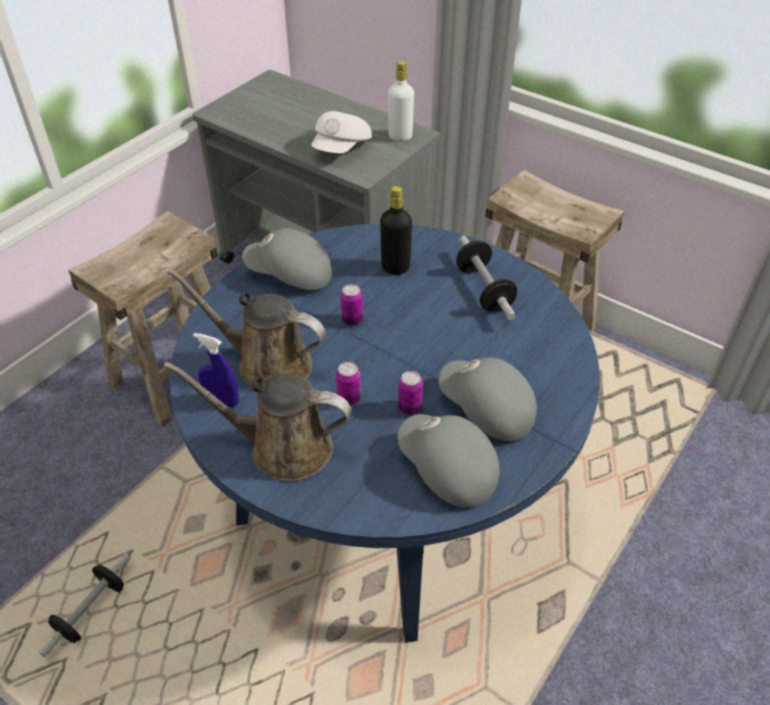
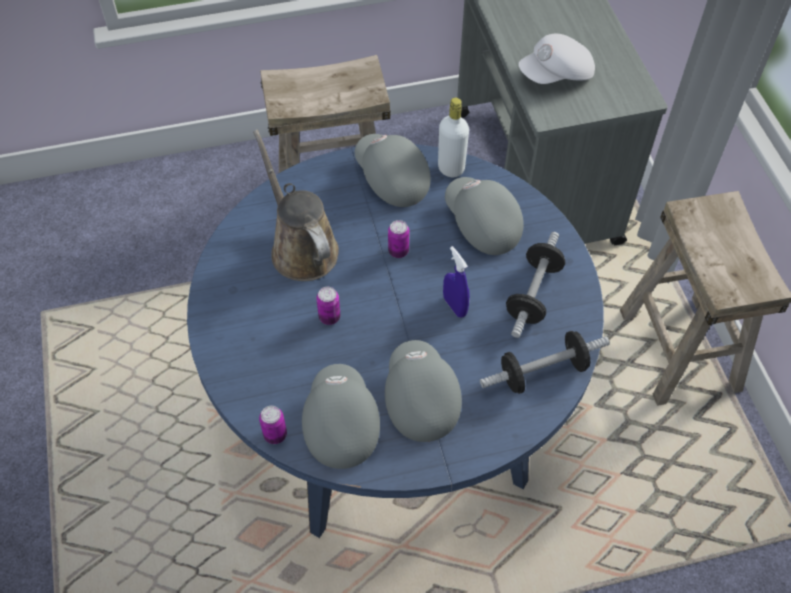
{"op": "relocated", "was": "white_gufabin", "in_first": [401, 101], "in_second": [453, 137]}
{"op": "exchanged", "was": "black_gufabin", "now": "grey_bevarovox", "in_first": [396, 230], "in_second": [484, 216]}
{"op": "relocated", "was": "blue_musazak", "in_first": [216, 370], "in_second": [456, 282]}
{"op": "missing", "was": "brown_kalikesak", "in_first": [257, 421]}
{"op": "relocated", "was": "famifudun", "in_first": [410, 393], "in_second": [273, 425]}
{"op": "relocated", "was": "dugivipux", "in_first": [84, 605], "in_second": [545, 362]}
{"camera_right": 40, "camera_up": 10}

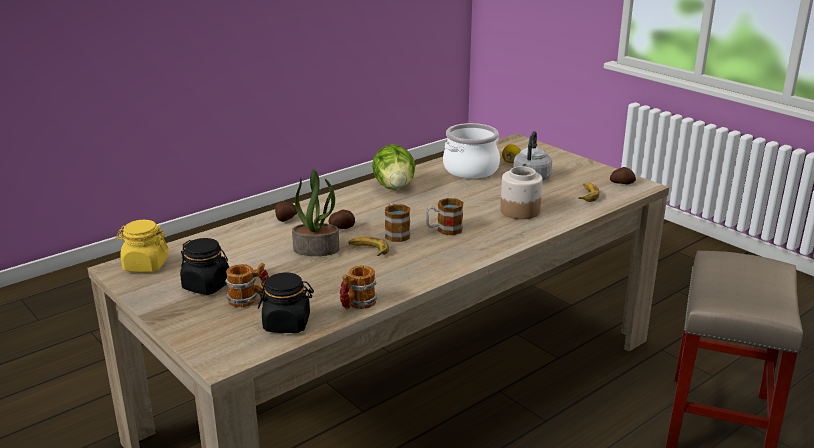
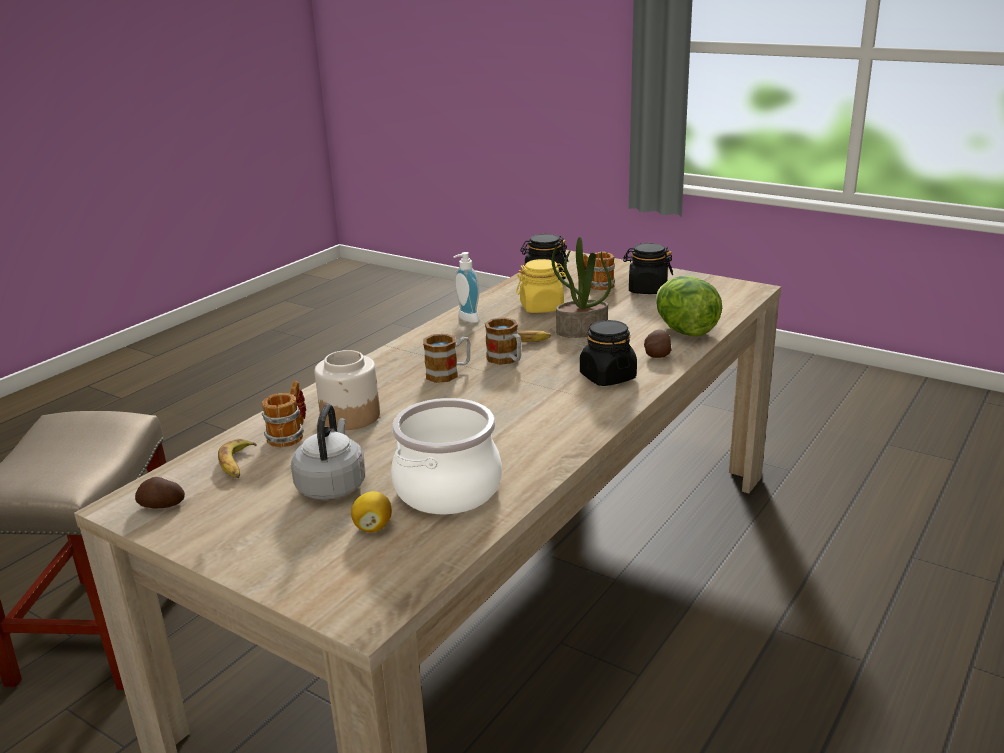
{"op": "relocated", "was": "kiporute", "in_first": [393, 167], "in_second": [689, 306]}
{"op": "missing", "was": "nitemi", "in_first": [342, 219]}
{"op": "relocated", "was": "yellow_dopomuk", "in_first": [142, 246], "in_second": [541, 286]}
{"op": "relocated", "was": "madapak", "in_first": [358, 287], "in_second": [284, 414]}
{"op": "appeared", "now": "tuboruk", "in_second": [466, 287]}
{"op": "appeared", "now": "black_dopomuk", "in_second": [608, 353]}
{"camera_right": 165, "camera_up": 0}

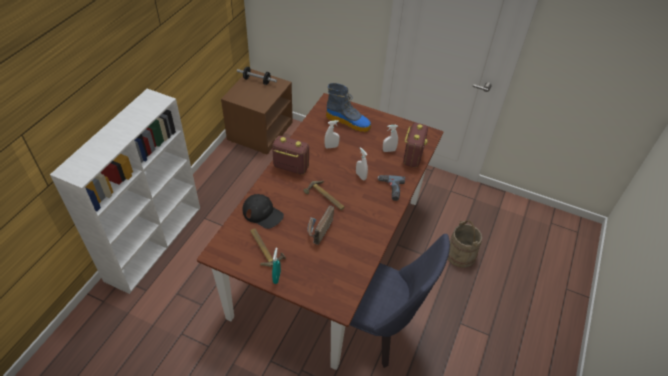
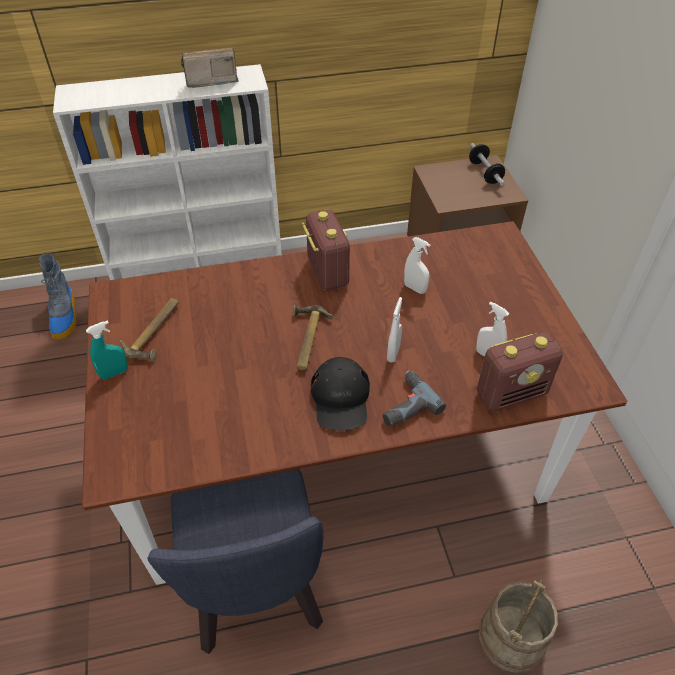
{"op": "relocated", "was": "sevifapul", "in_first": [348, 107], "in_second": [58, 296]}
{"op": "relocated", "was": "black_bevarovox", "in_first": [263, 211], "in_second": [340, 394]}
{"op": "relocated", "was": "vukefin", "in_first": [320, 225], "in_second": [210, 68]}
{"camera_right": 55, "camera_up": 0}

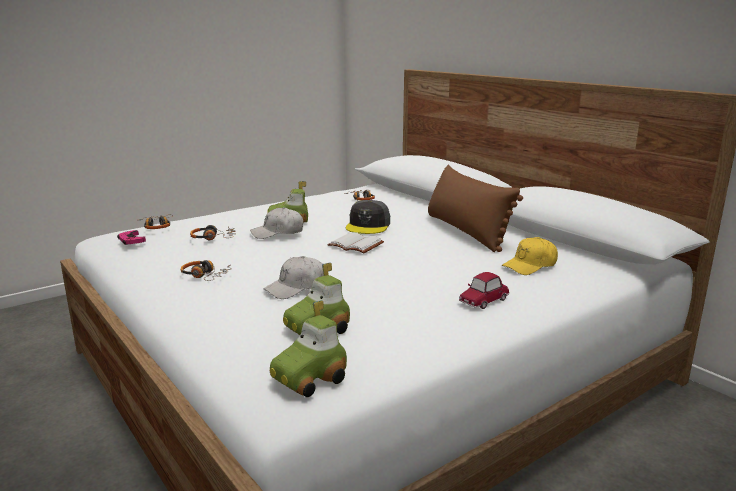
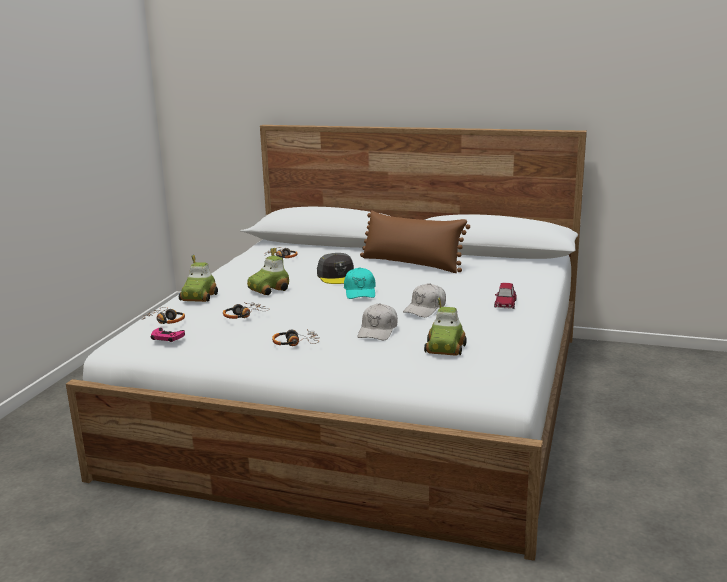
{"op": "relocated", "was": "white_bevarovox", "in_first": [276, 223], "in_second": [424, 300]}
{"op": "exchanged", "was": "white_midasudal", "now": "turquoise_bevarovox", "in_first": [355, 242], "in_second": [359, 283]}
{"op": "missing", "was": "yellow_bevarovox", "in_first": [530, 256]}
{"op": "relocated", "was": "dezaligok", "in_first": [308, 348], "in_second": [198, 278]}
{"camera_right": -35, "camera_up": 0}

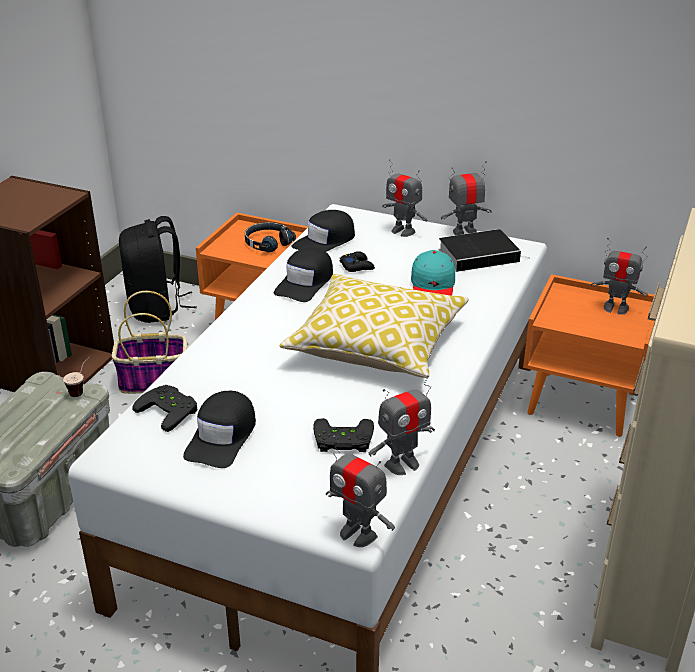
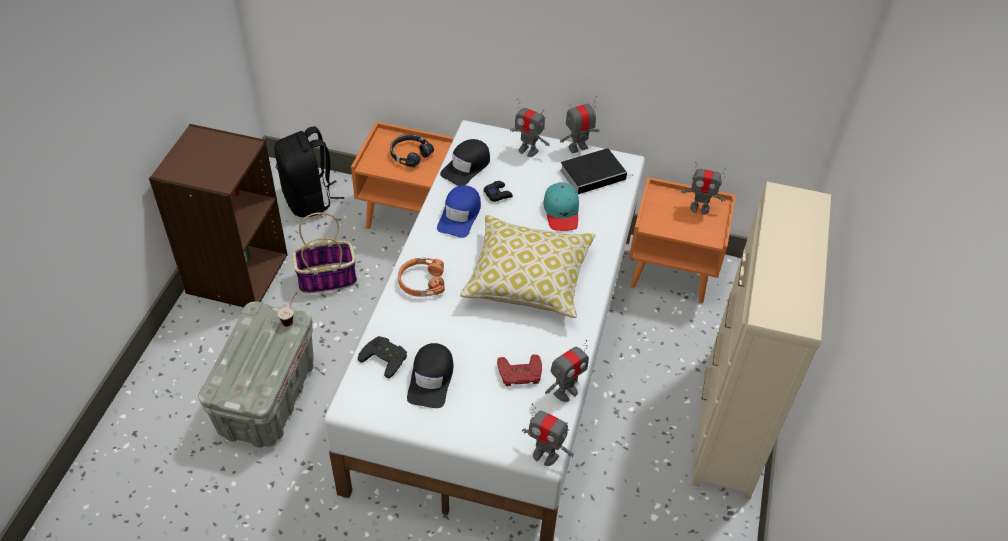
{"op": "colour", "was": "black_bevarovox", "now": "blue_bevarovox", "in_first": [303, 274], "in_second": [459, 211]}
{"op": "colour", "was": "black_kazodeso", "now": "red_kazodeso", "in_first": [343, 435], "in_second": [519, 370]}
{"op": "appeared", "now": "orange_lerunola", "in_second": [421, 277]}
{"camera_right": -10, "camera_up": 15}

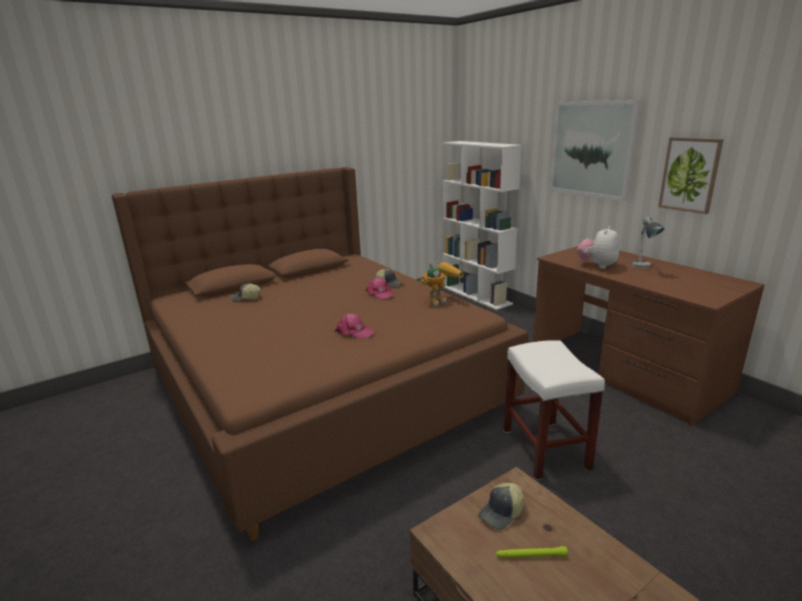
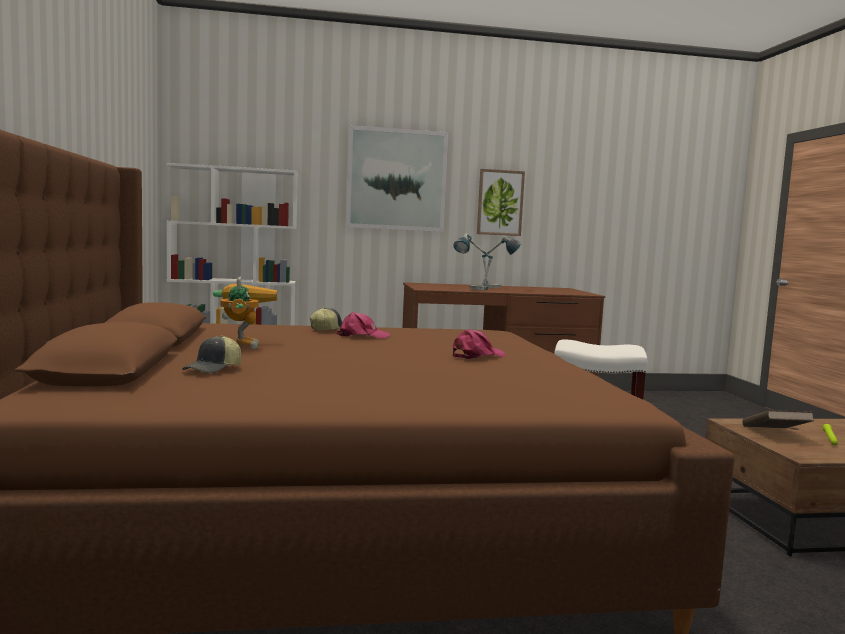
{"op": "exchanged", "was": "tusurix", "now": "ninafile", "in_first": [598, 247], "in_second": [473, 261]}
{"op": "relocated", "was": "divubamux", "in_first": [442, 283], "in_second": [245, 313]}
{"op": "exchanged", "was": "bevarovox", "now": "brown_midasudal", "in_first": [501, 506], "in_second": [778, 419]}
{"camera_right": -65, "camera_up": -15}

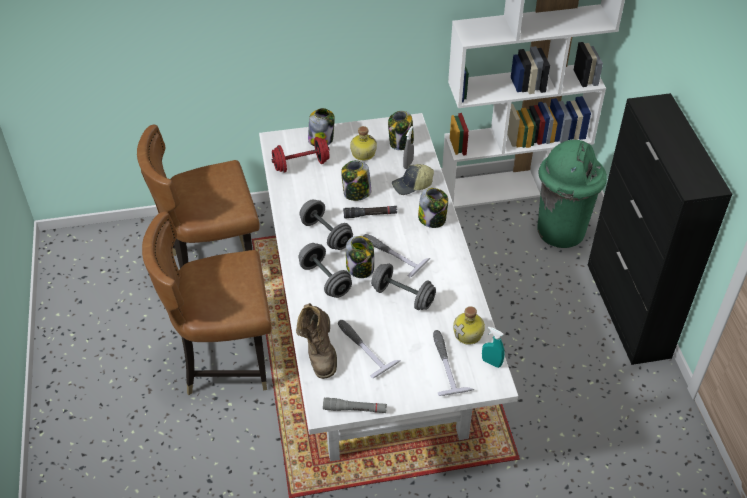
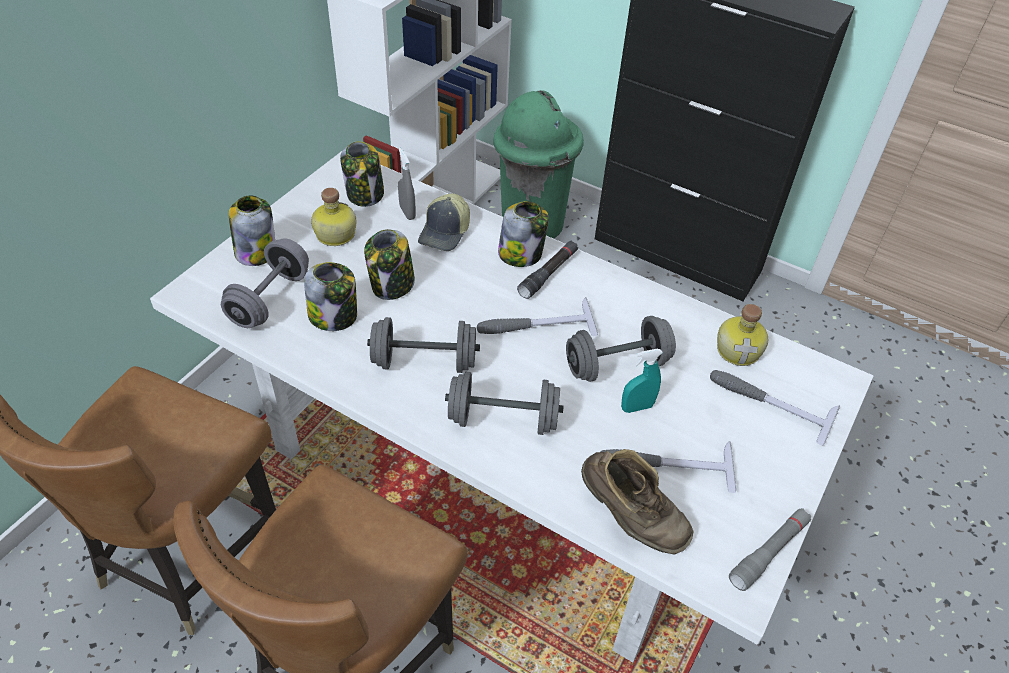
{"op": "colour", "was": "red_dugivipux", "now": "grey_dugivipux", "in_first": [301, 155], "in_second": [265, 283]}
{"op": "relocated", "was": "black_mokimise", "in_first": [370, 212], "in_second": [547, 270]}
{"op": "relocated", "was": "dopomuk", "in_first": [360, 257], "in_second": [330, 296]}
{"op": "relocated", "was": "turquoise_musazak", "in_first": [493, 347], "in_second": [642, 381]}
{"camera_right": -50, "camera_up": 0}

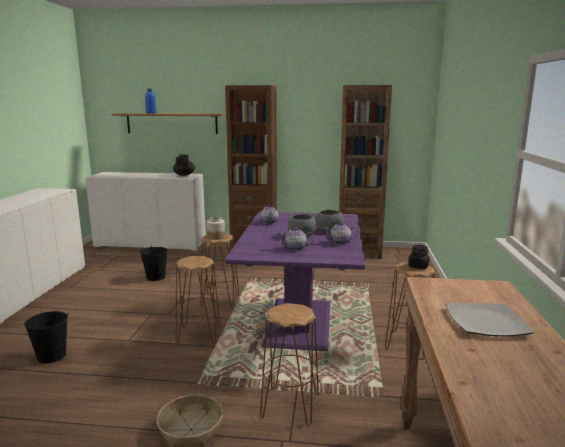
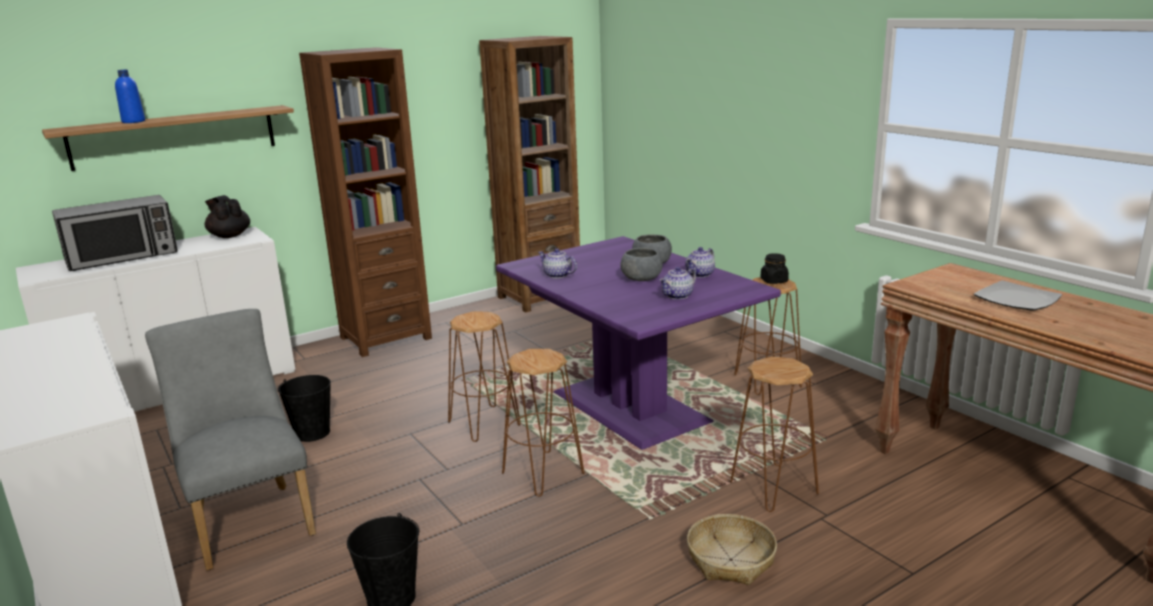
{"op": "missing", "was": "dopomuk", "in_first": [216, 228]}
{"op": "appeared", "now": "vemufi", "in_second": [115, 233]}
{"op": "appeared", "now": "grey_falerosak", "in_second": [230, 440]}
{"camera_right": -40, "camera_up": 5}

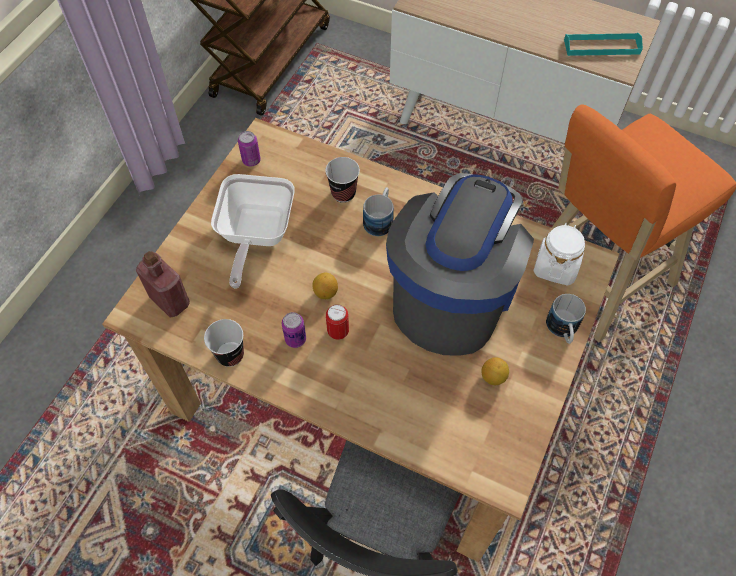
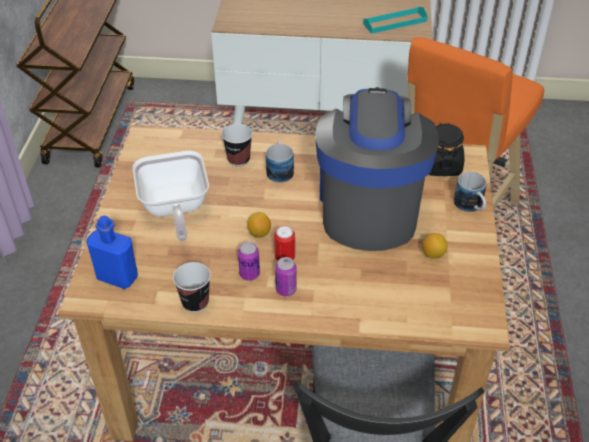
{"op": "relocated", "was": "famifudun", "in_first": [249, 149], "in_second": [286, 276]}
{"op": "colour", "was": "white_dopomuk", "now": "black_dopomuk", "in_first": [559, 254], "in_second": [447, 149]}
{"op": "colour", "was": "red_gufabin", "now": "blue_gufabin", "in_first": [163, 284], "in_second": [112, 252]}
{"camera_right": -20, "camera_up": -15}

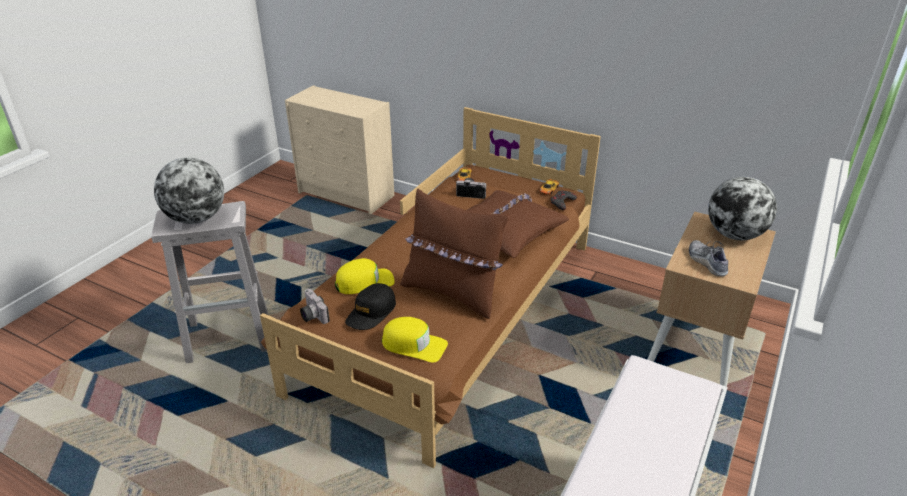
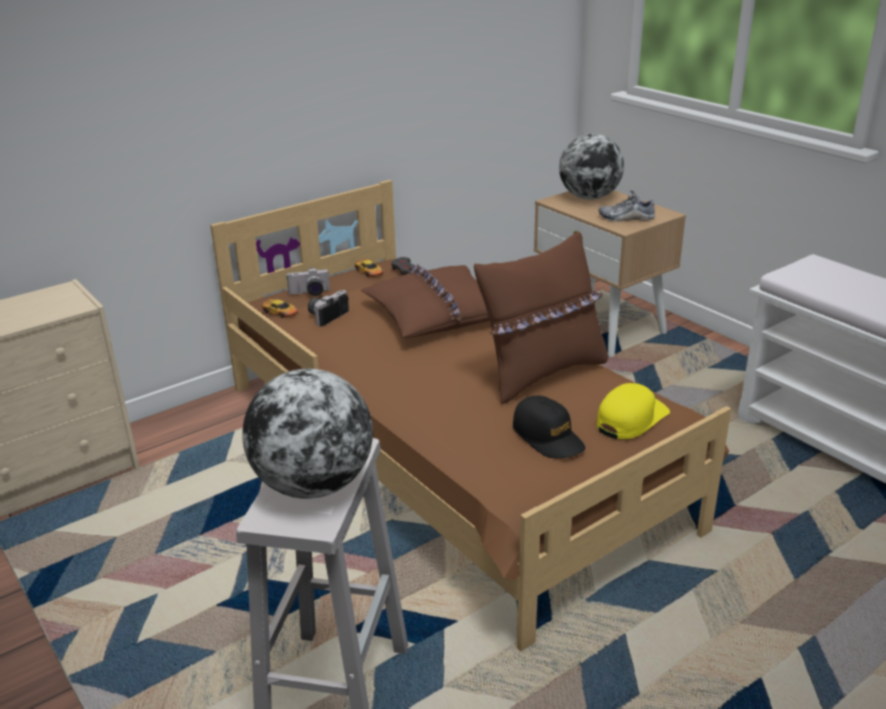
{"op": "missing", "was": "yellow_bevarovox", "in_first": [365, 276]}
{"op": "relocated", "was": "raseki", "in_first": [315, 306], "in_second": [308, 282]}
{"camera_right": -65, "camera_up": -5}

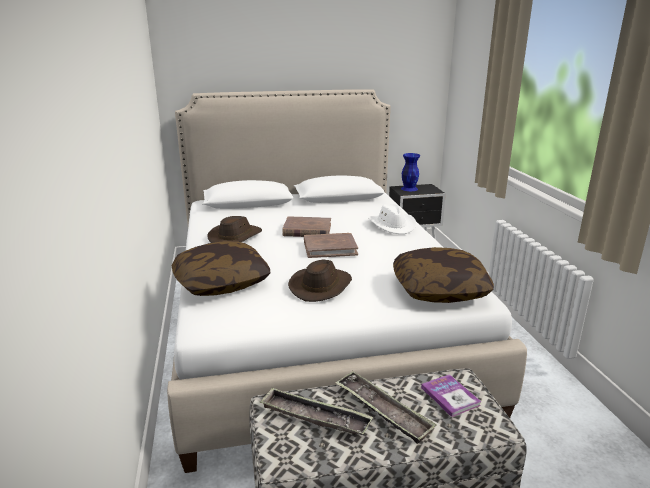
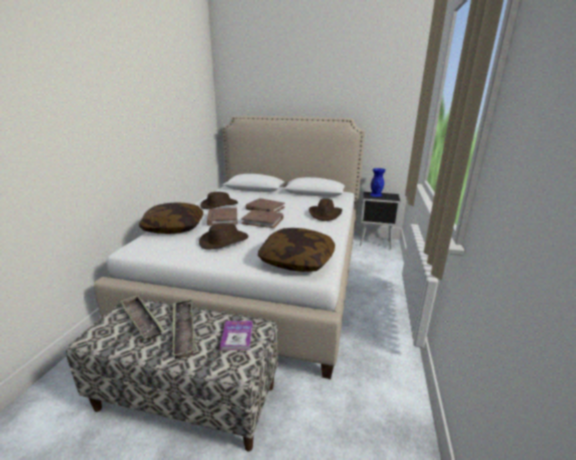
{"op": "colour", "was": "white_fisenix", "now": "brown_fisenix", "in_first": [392, 219], "in_second": [325, 210]}
{"op": "appeared", "now": "brown_midasudal", "in_second": [222, 217]}
{"camera_right": 25, "camera_up": 0}

